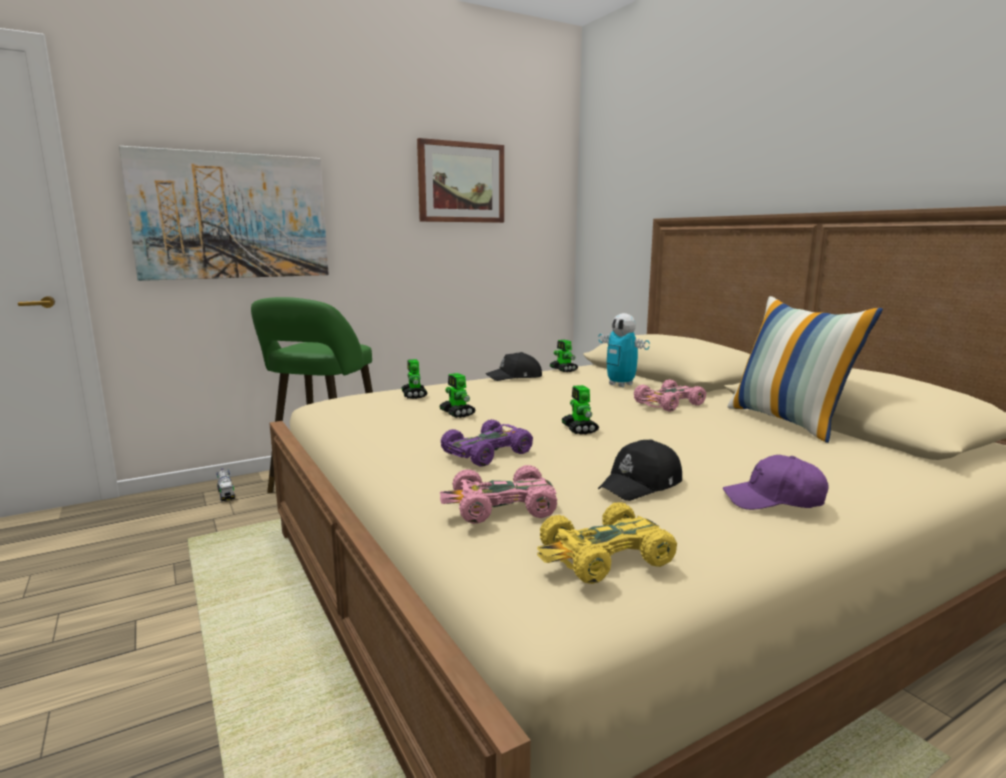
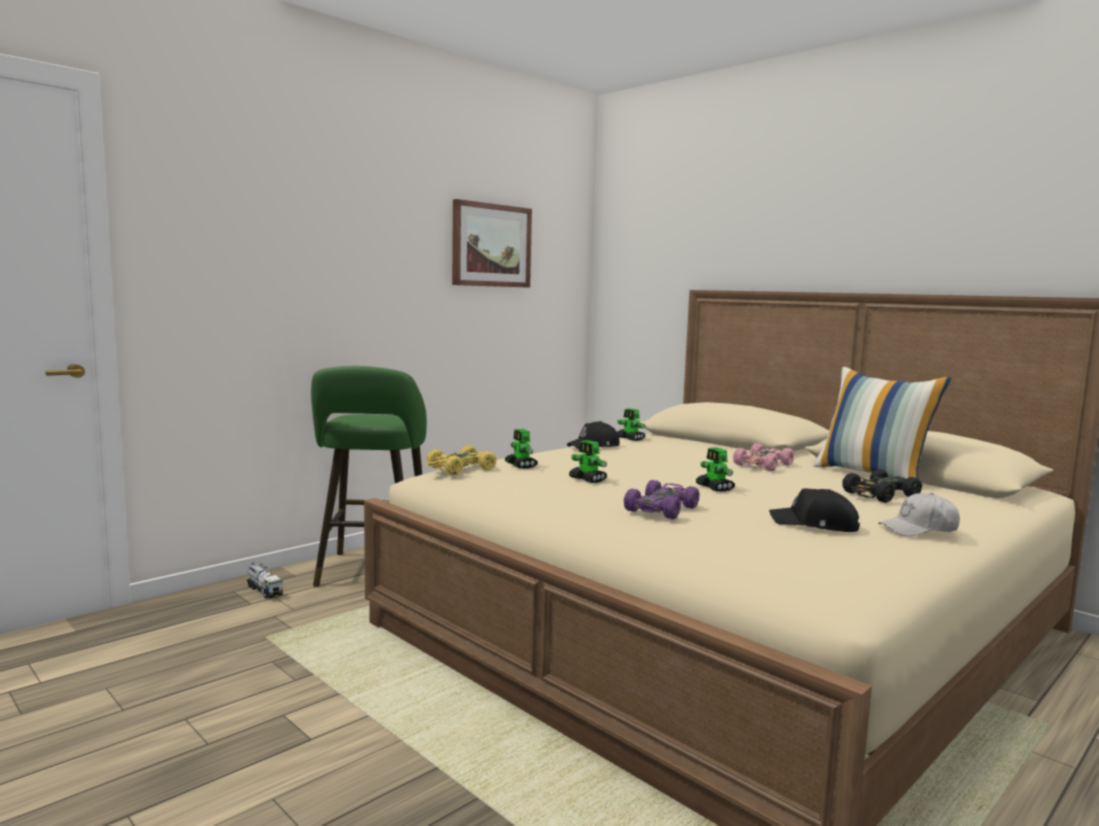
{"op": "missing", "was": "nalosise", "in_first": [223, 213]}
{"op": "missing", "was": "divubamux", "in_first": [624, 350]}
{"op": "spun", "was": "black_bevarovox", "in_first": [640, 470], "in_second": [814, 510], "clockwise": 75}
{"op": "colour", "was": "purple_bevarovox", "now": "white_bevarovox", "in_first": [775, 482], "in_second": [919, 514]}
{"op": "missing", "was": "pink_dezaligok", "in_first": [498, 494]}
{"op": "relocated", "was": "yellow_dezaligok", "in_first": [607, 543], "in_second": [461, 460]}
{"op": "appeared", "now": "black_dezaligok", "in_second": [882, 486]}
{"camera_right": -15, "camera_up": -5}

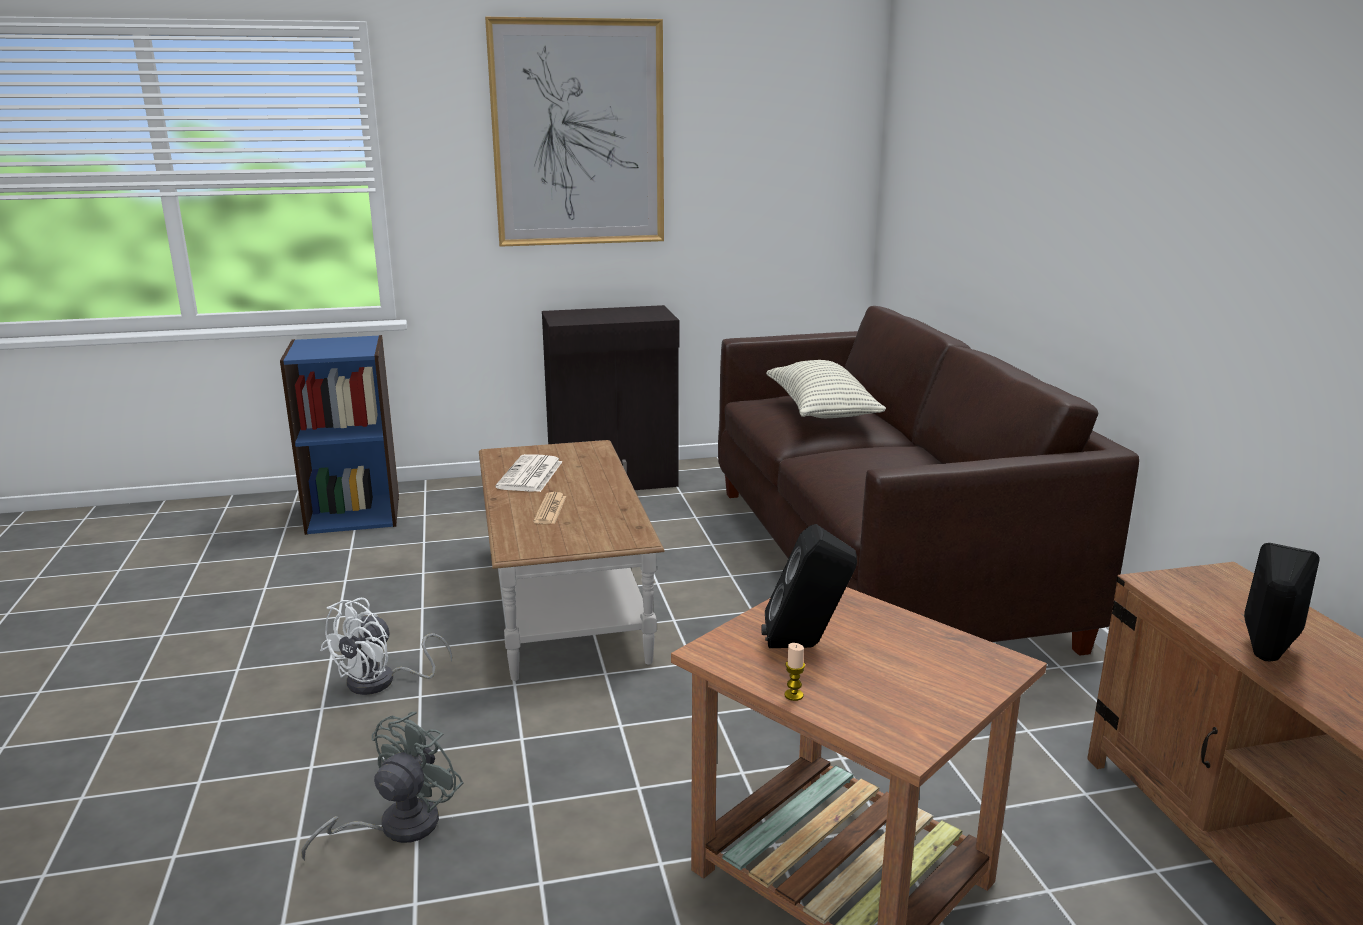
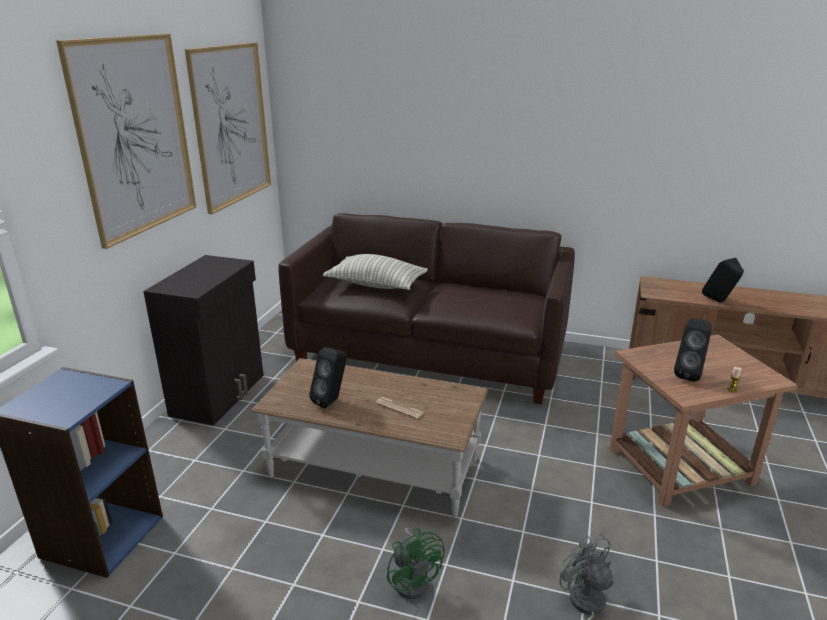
{"op": "exchanged", "was": "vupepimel", "now": "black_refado", "in_first": [529, 473], "in_second": [328, 378]}
{"op": "colour", "was": "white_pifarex", "now": "green_pifarex", "in_first": [386, 646], "in_second": [416, 563]}
{"op": "appeared", "now": "nalosise", "in_second": [228, 128]}
{"camera_right": -60, "camera_up": 5}

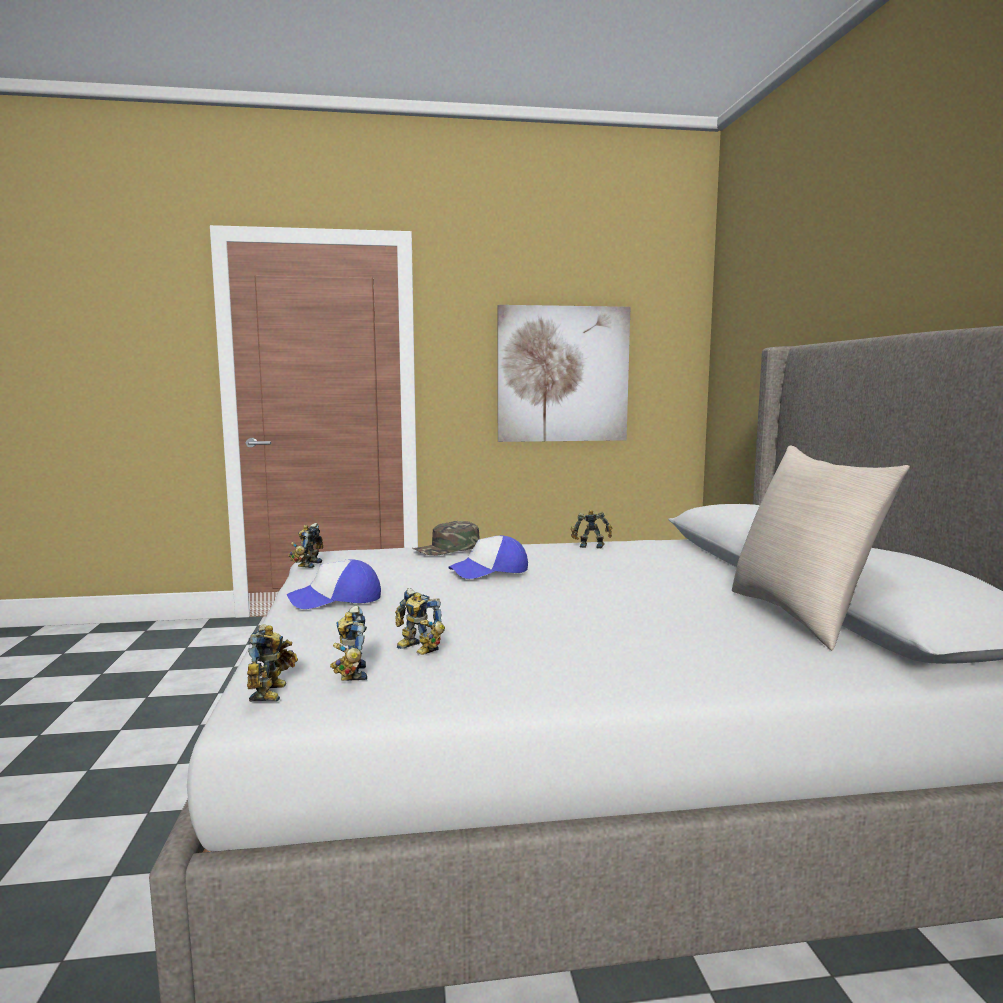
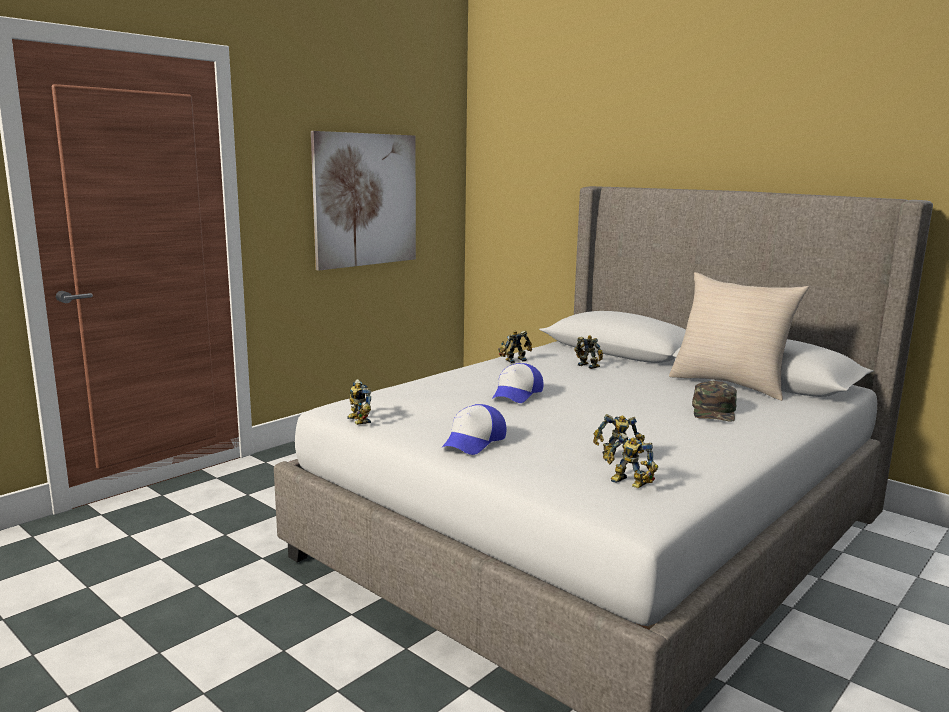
{"op": "relocated", "was": "green_bevarovox", "in_first": [446, 538], "in_second": [714, 401]}
{"op": "relocated", "was": "divubamux", "in_first": [272, 663], "in_second": [588, 352]}
{"camera_right": -40, "camera_up": 5}

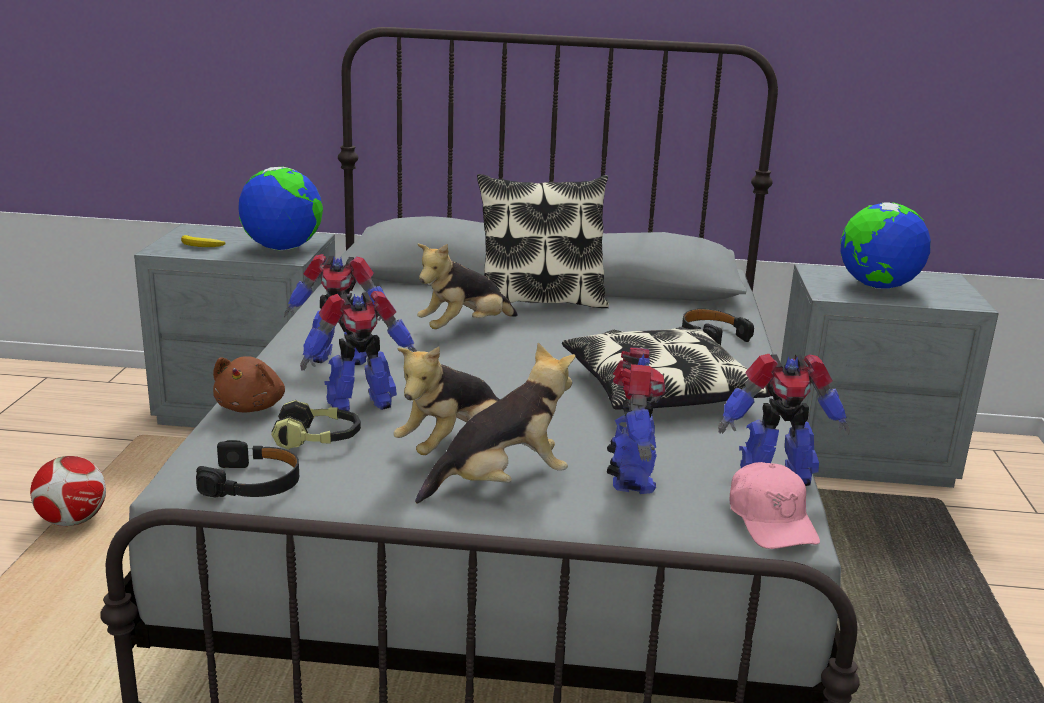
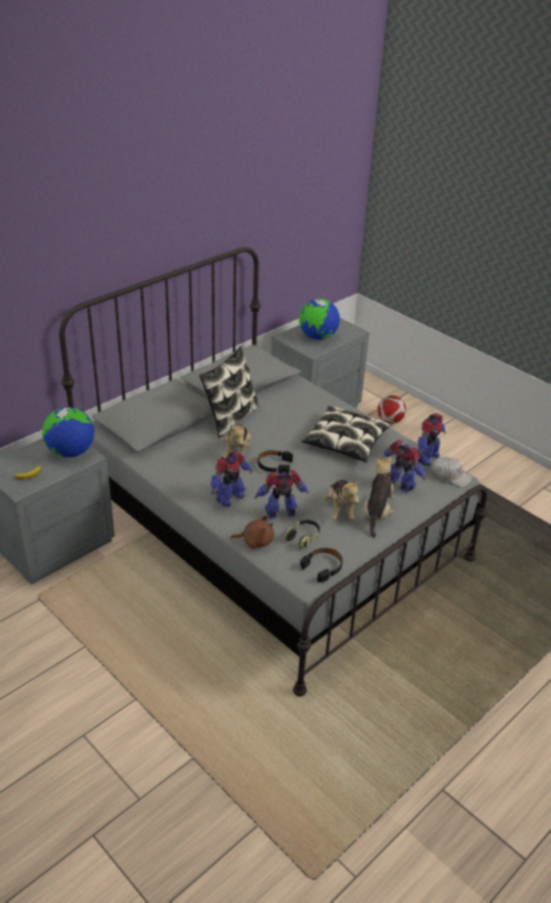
{"op": "spun", "was": "divubamux", "in_first": [358, 351], "in_second": [281, 494], "clockwise": -120}
{"op": "relocated", "was": "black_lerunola", "in_first": [718, 327], "in_second": [275, 462]}
{"op": "spun", "was": "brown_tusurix", "in_first": [249, 384], "in_second": [252, 532], "clockwise": -45}
{"op": "relocated", "was": "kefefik", "in_first": [68, 491], "in_second": [391, 409]}
{"op": "colour", "was": "pink_bevarovox", "now": "white_bevarovox", "in_first": [775, 505], "in_second": [452, 471]}
{"camera_right": -50, "camera_up": 15}

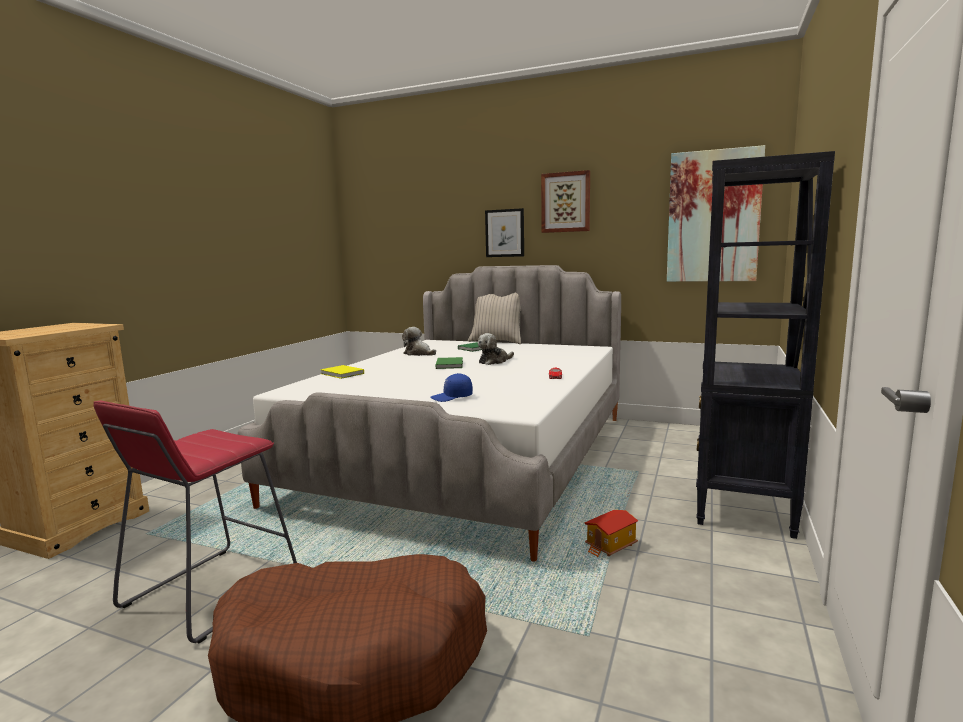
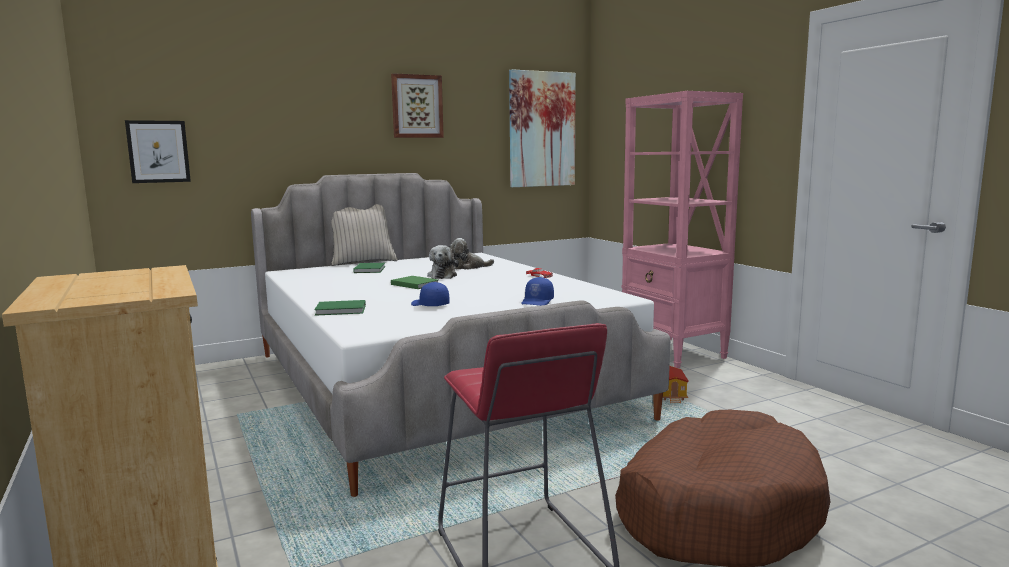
{"op": "colour", "was": "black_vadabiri", "now": "pink_vadabiri", "in_first": [765, 345], "in_second": [682, 229]}
{"op": "relocated", "was": "nalosise", "in_first": [504, 232], "in_second": [158, 151]}
{"op": "relocated", "was": "tusurix", "in_first": [419, 341], "in_second": [471, 253]}
{"op": "colour", "was": "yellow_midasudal", "now": "green_midasudal", "in_first": [342, 372], "in_second": [340, 308]}
{"op": "appeared", "now": "blue_bevarovox", "in_second": [430, 294]}
{"camera_right": -50, "camera_up": 0}

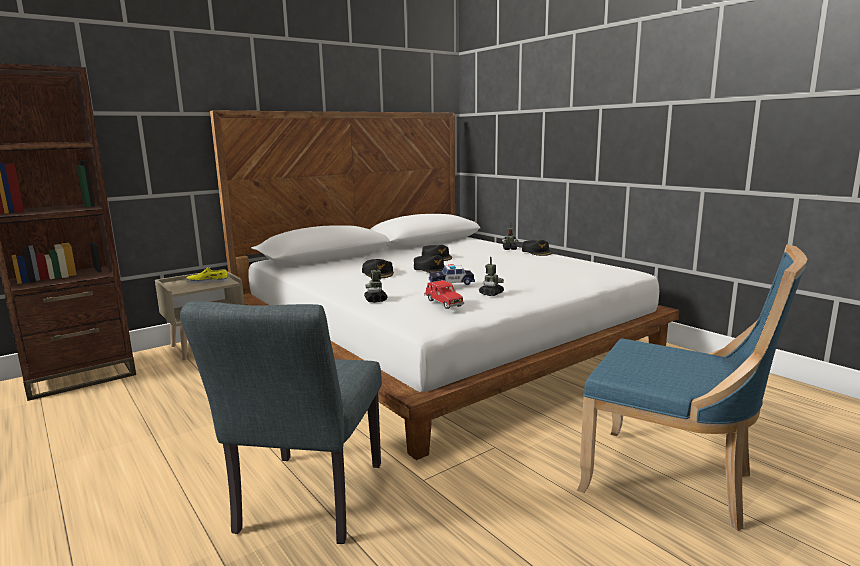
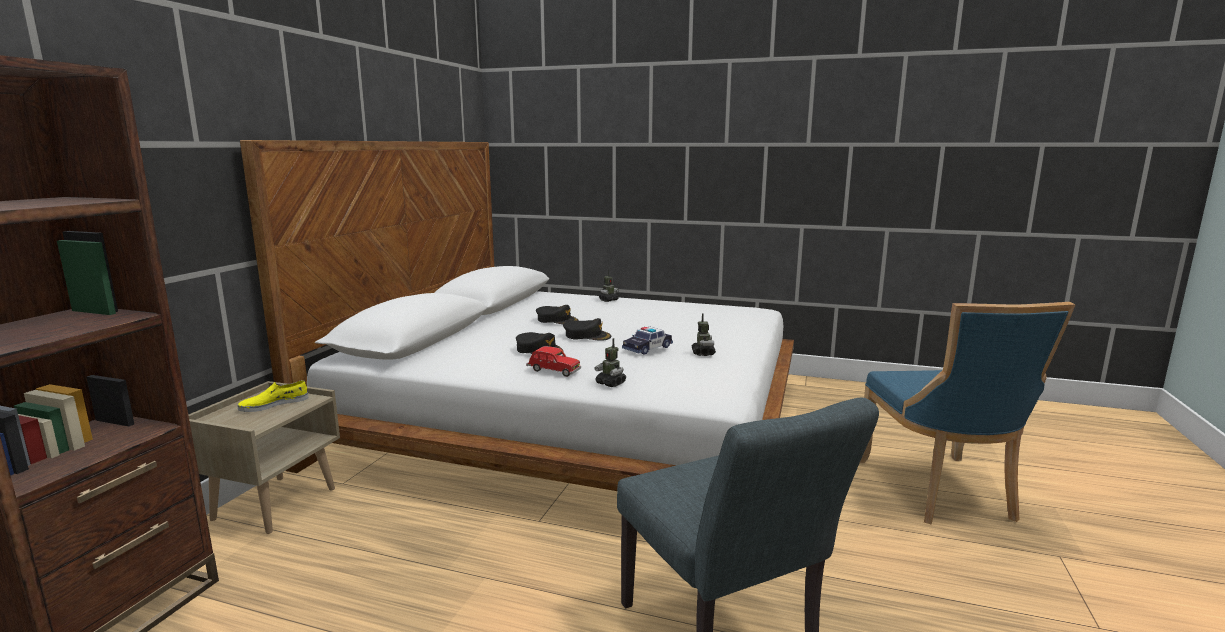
{"op": "missing", "was": "black_bevarovox", "in_first": [537, 248]}
{"op": "spun", "was": "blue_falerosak", "in_first": [692, 388], "in_second": [967, 413], "clockwise": 90}
{"op": "relocated", "was": "red_dezaligok", "in_first": [444, 294], "in_second": [553, 361]}
{"camera_right": -35, "camera_up": 0}

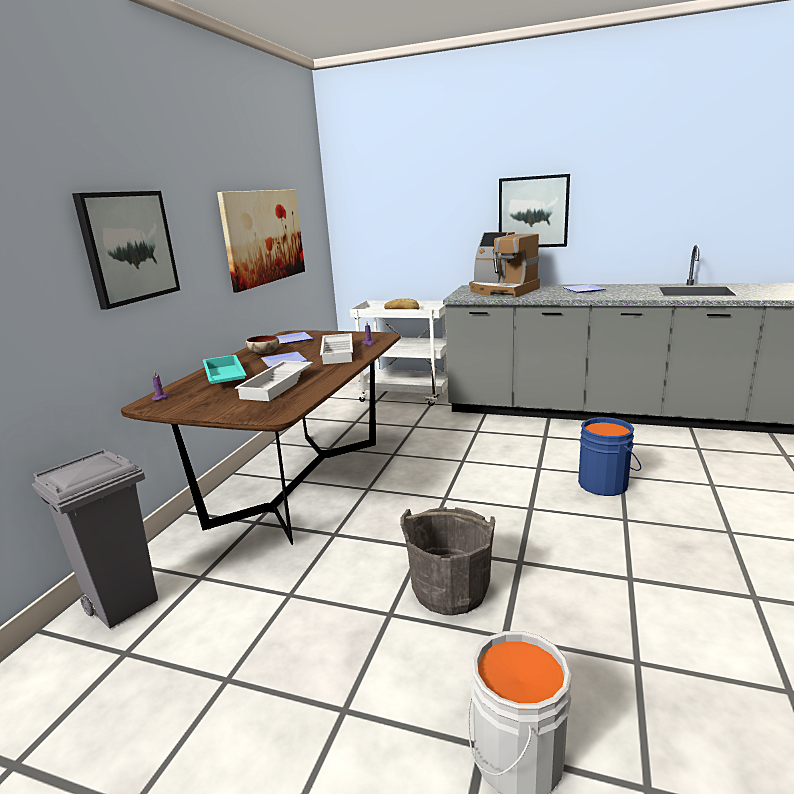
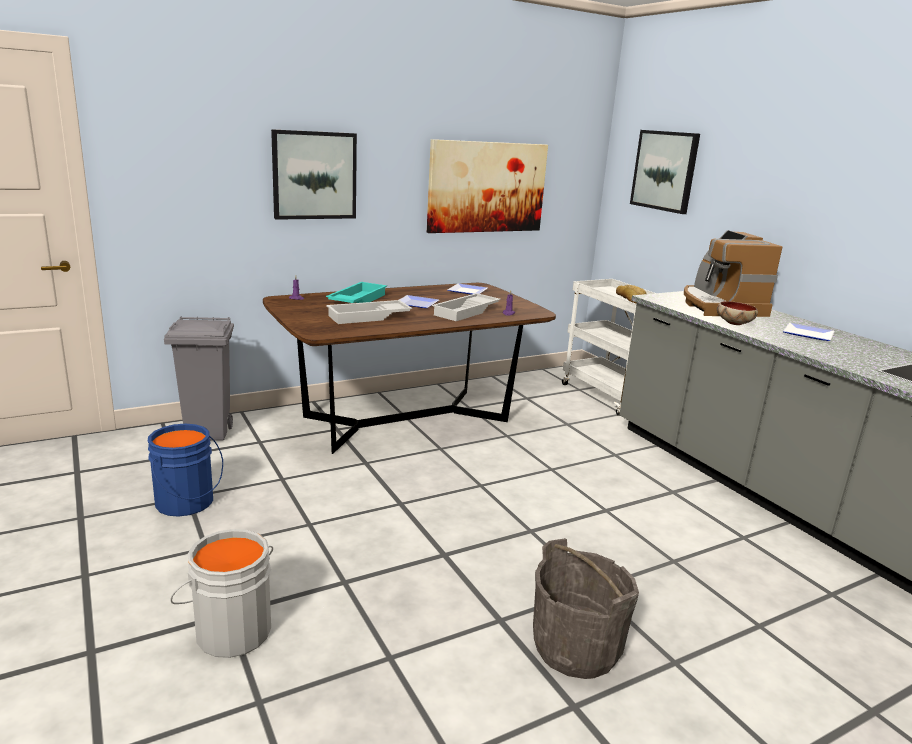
{"op": "relocated", "was": "nalosise", "in_first": [534, 210], "in_second": [665, 172]}
{"op": "relocated", "was": "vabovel", "in_first": [262, 345], "in_second": [737, 313]}
{"op": "relocated", "was": "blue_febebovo", "in_first": [609, 456], "in_second": [185, 470]}
{"op": "relocated", "was": "grey_febebovo", "in_first": [448, 561], "in_second": [586, 608]}
{"camera_right": 40, "camera_up": 0}

